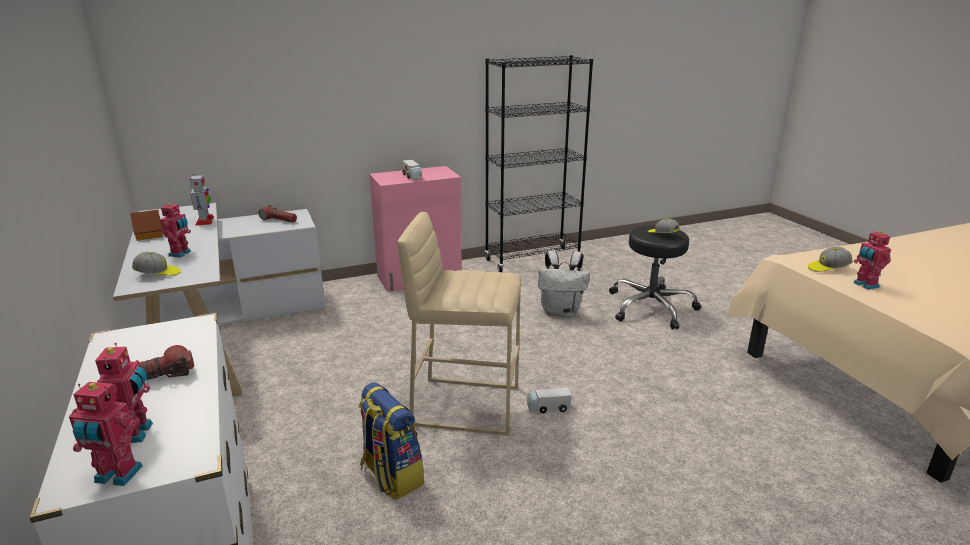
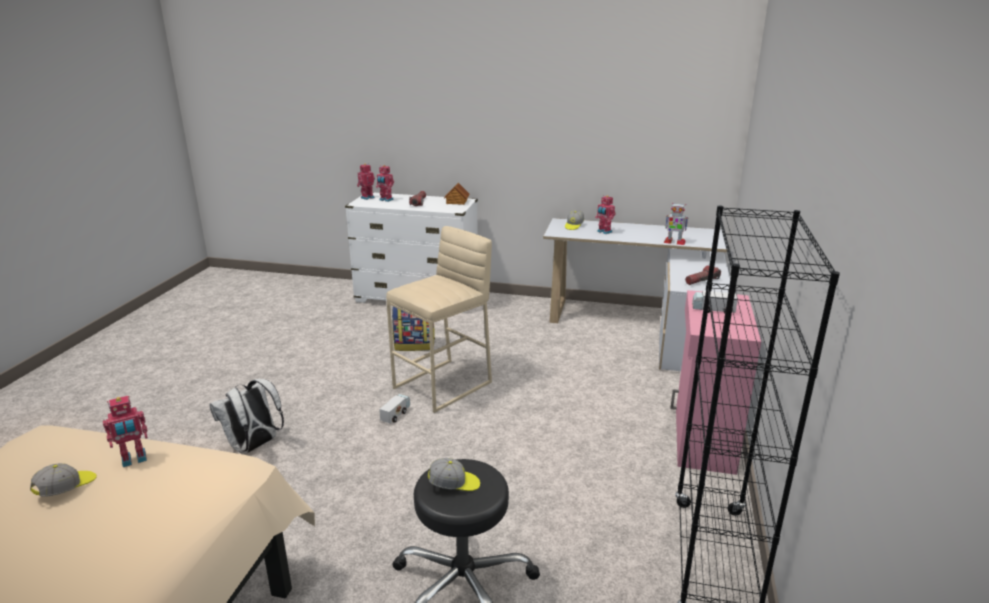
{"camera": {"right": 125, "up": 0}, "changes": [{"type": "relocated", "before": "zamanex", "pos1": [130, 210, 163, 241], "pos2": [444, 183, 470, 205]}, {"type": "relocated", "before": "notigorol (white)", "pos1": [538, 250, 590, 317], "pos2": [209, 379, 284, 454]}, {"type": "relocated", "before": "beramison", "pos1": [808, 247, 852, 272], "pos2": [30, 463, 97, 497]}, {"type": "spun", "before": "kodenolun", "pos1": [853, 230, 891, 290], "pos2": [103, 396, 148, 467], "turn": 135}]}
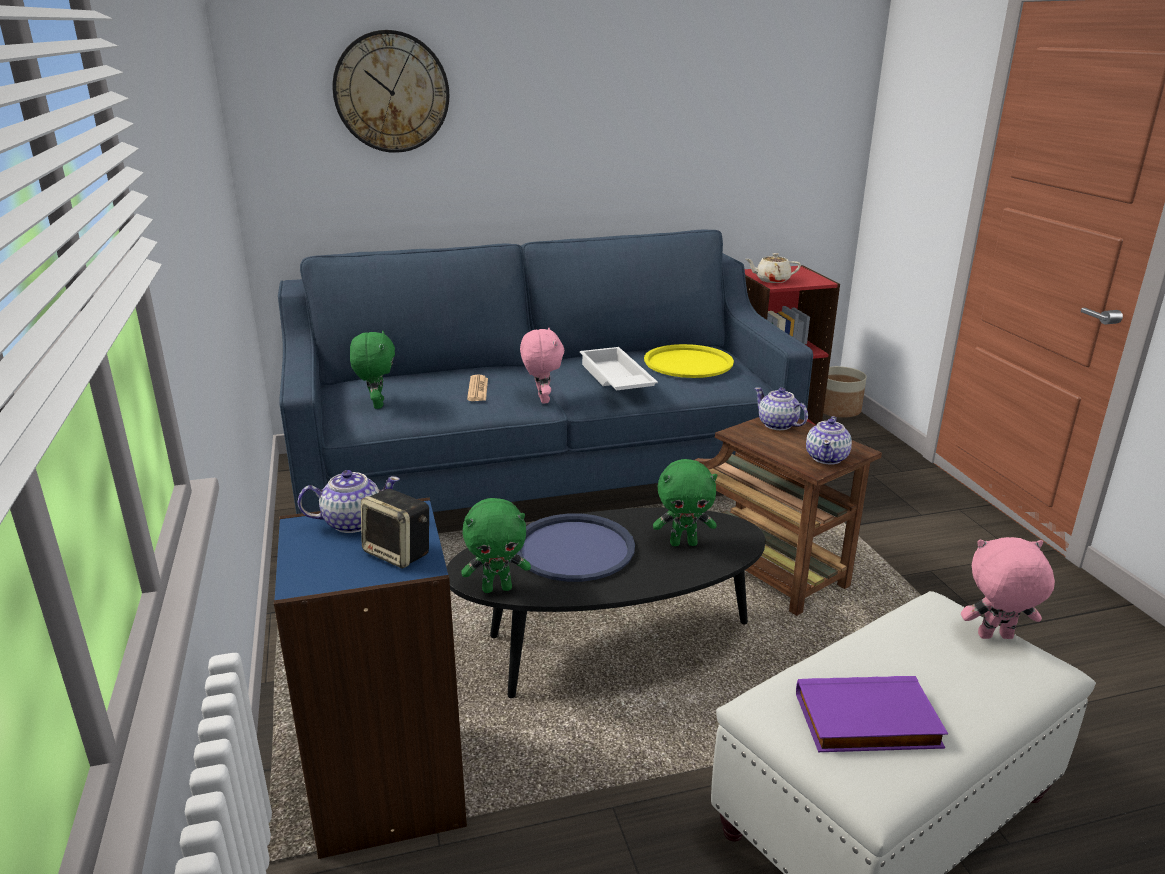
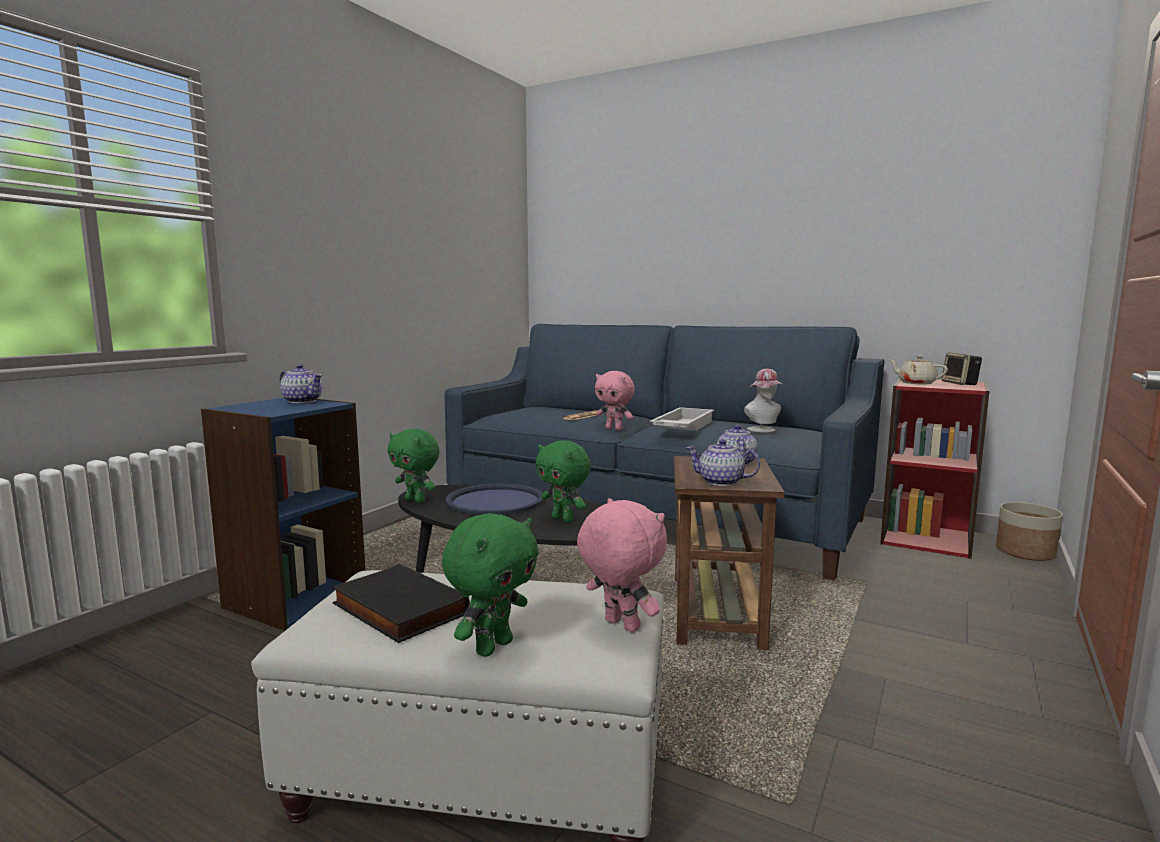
{"camera": {"right": 45, "up": -15}, "changes": [{"type": "missing", "before": "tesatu", "pos1": [333, 30, 449, 153]}, {"type": "relocated", "before": "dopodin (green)", "pos1": [350, 330, 395, 409], "pos2": [442, 513, 538, 657]}, {"type": "relocated", "before": "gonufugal", "pos1": [361, 489, 429, 568], "pos2": [941, 353, 982, 385]}, {"type": "spun", "before": "dopodin (pink)", "pos1": [520, 328, 564, 404], "pos2": [595, 371, 635, 430], "turn": 90}, {"type": "exchanged", "before": "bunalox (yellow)", "after": "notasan", "pos1": [644, 344, 734, 378], "pos2": [744, 369, 783, 433]}, {"type": "colour", "before": "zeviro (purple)", "after": "zeviro (black)", "pos1": [796, 676, 948, 752], "pos2": [332, 564, 470, 643]}, {"type": "spun", "before": "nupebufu", "pos1": [806, 416, 852, 464], "pos2": [686, 439, 760, 486], "turn": 45}]}
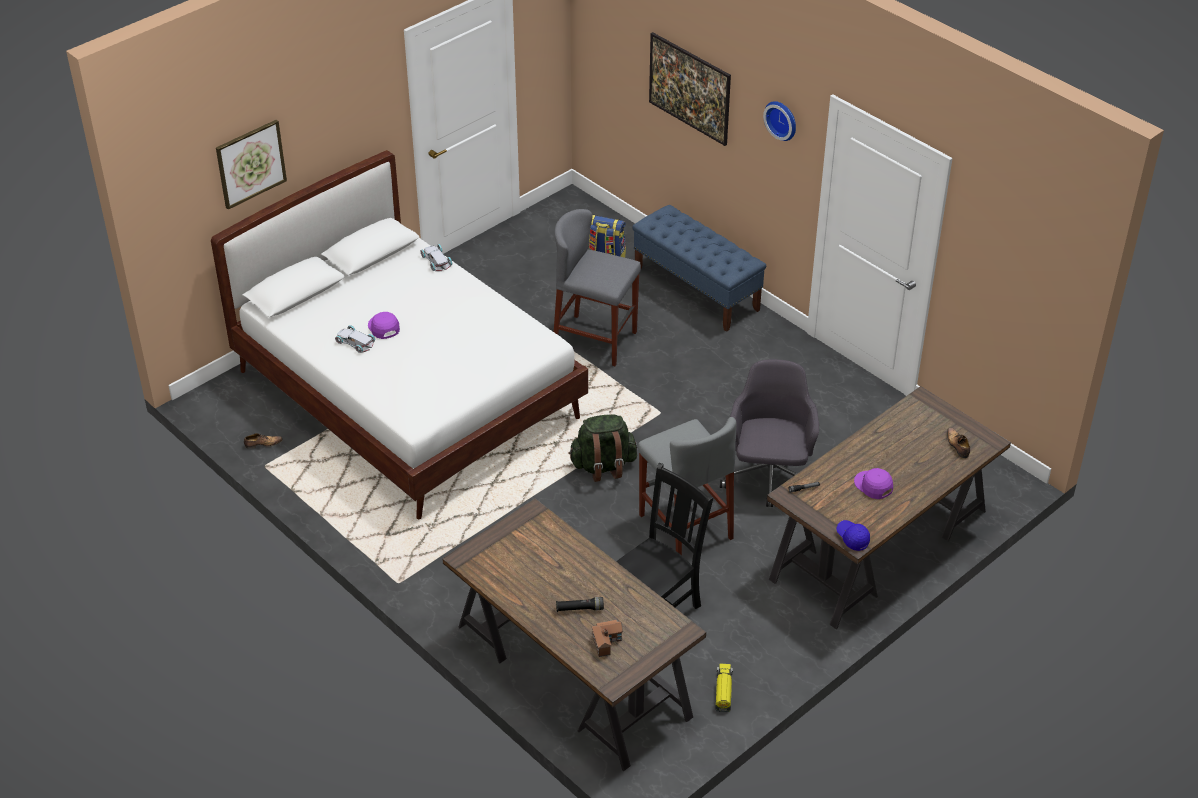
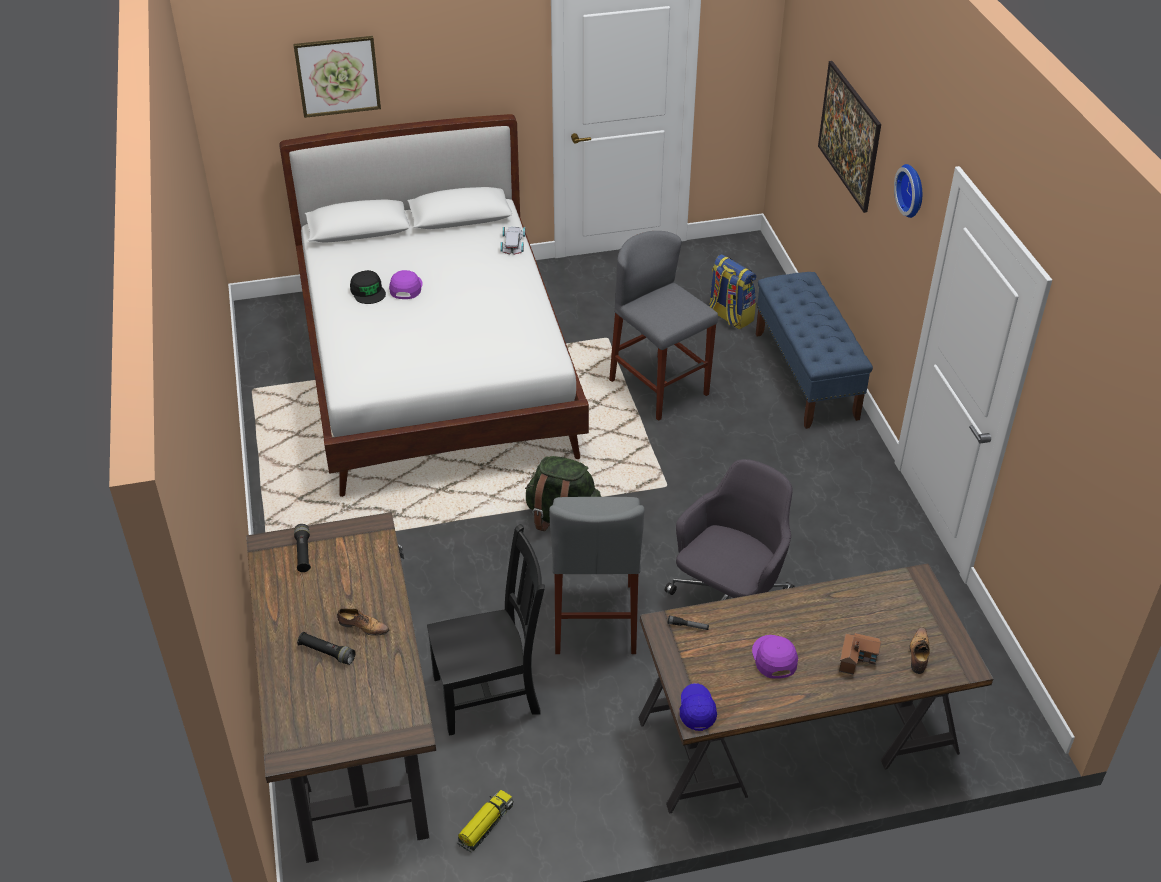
{"camera": {"right": 30, "up": 0}, "changes": [{"type": "relocated", "before": "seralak", "pos1": [244, 433, 283, 448], "pos2": [337, 608, 390, 636]}, {"type": "exchanged", "before": "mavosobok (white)", "after": "beramison (black)", "pos1": [335, 325, 375, 353], "pos2": [350, 270, 386, 304]}, {"type": "relocated", "before": "zamanex", "pos1": [592, 620, 623, 657], "pos2": [839, 633, 881, 675]}, {"type": "appeared", "after": "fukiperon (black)", "pos2": [294, 524, 311, 572]}]}
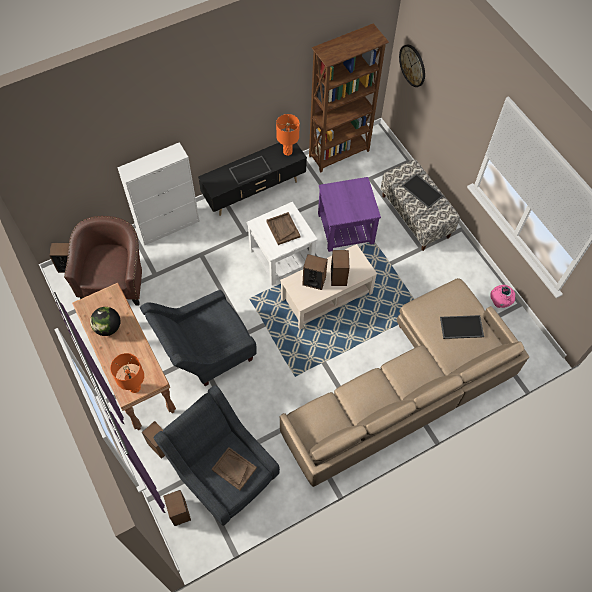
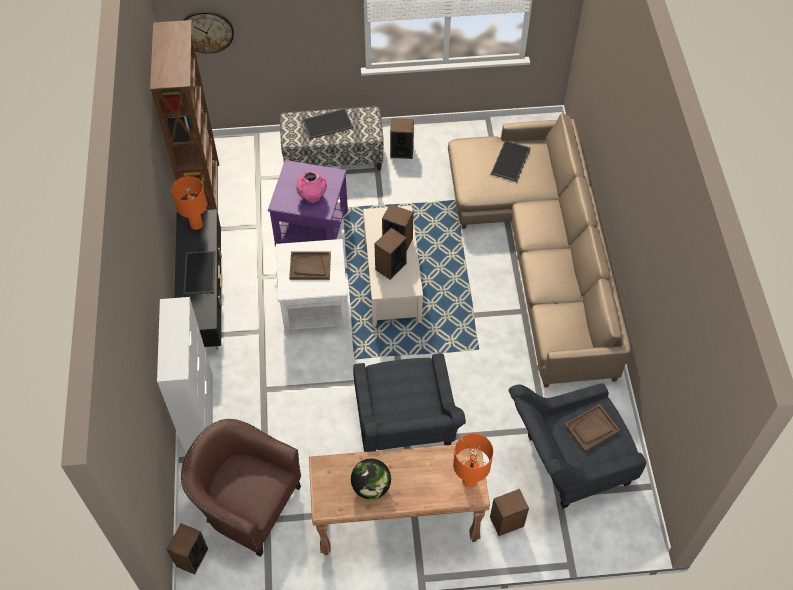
{"camera": {"right": -65, "up": -5}, "changes": [{"type": "relocated", "before": "gonufugal", "pos1": [163, 490, 191, 526], "pos2": [390, 118, 414, 159]}, {"type": "relocated", "before": "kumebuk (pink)", "pos1": [490, 285, 515, 308], "pos2": [296, 171, 327, 203]}]}
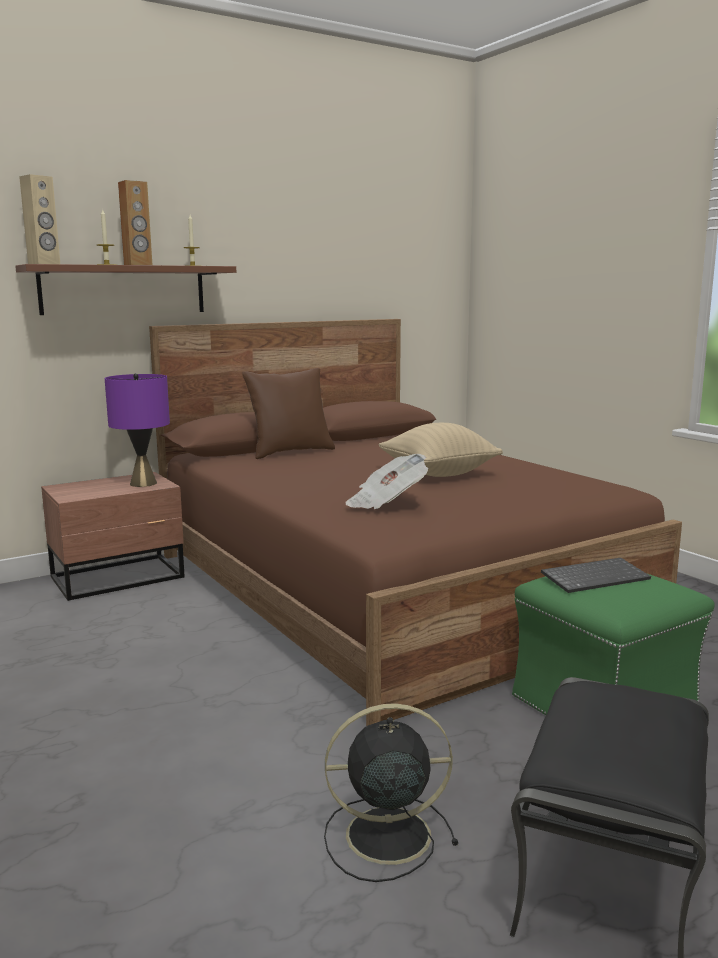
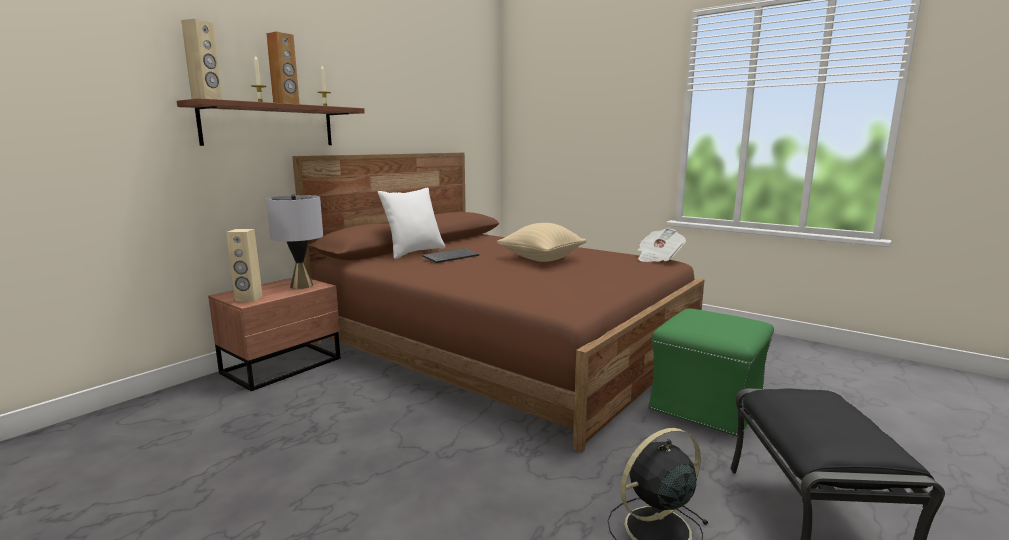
{"camera": {"right": -20, "up": 0}, "changes": [{"type": "colour", "before": "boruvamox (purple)", "after": "boruvamox (grey)", "pos1": [105, 373, 170, 487], "pos2": [266, 194, 323, 289]}, {"type": "colour", "before": "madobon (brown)", "after": "madobon (white)", "pos1": [242, 368, 335, 459], "pos2": [378, 188, 445, 259]}, {"type": "relocated", "before": "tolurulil", "pos1": [345, 454, 428, 509], "pos2": [638, 228, 686, 262]}, {"type": "relocated", "before": "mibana", "pos1": [541, 558, 651, 593], "pos2": [422, 248, 479, 263]}, {"type": "appeared", "after": "gonufugal (beige)", "pos2": [227, 229, 263, 302]}]}
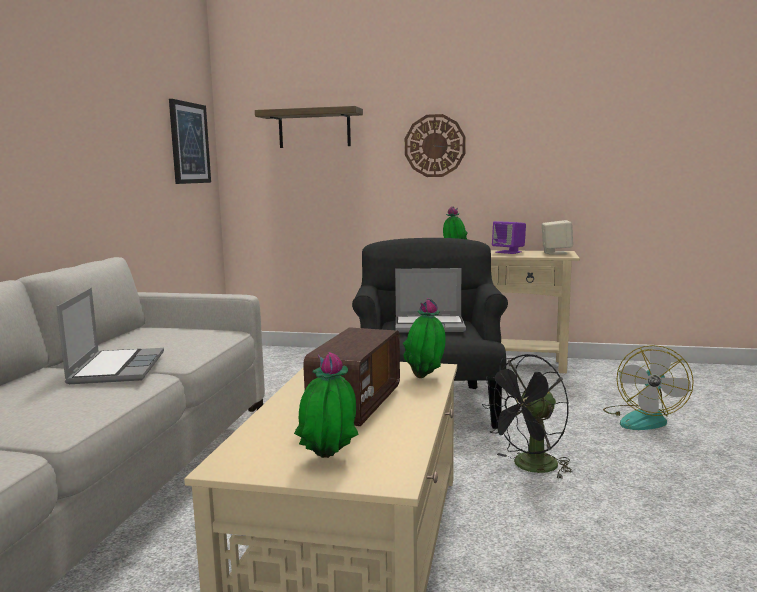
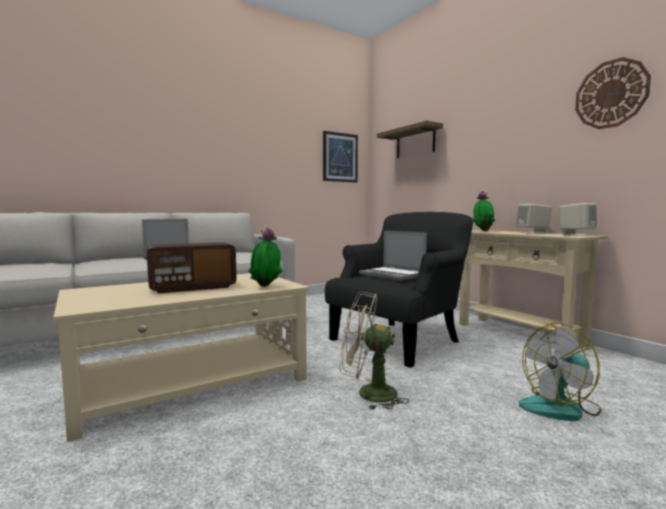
{"camera": {"right": 45, "up": -5}, "changes": [{"type": "missing", "before": "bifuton", "pos1": [294, 352, 359, 458]}, {"type": "relocated", "before": "tesatu", "pos1": [405, 114, 466, 177], "pos2": [575, 57, 651, 129]}, {"type": "colour", "before": "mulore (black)", "after": "mulore (beige)", "pos1": [482, 354, 573, 479], "pos2": [340, 292, 409, 410]}, {"type": "colour", "before": "gonufugal (purple)", "after": "gonufugal (beige)", "pos1": [492, 221, 526, 254], "pos2": [516, 204, 552, 234]}]}
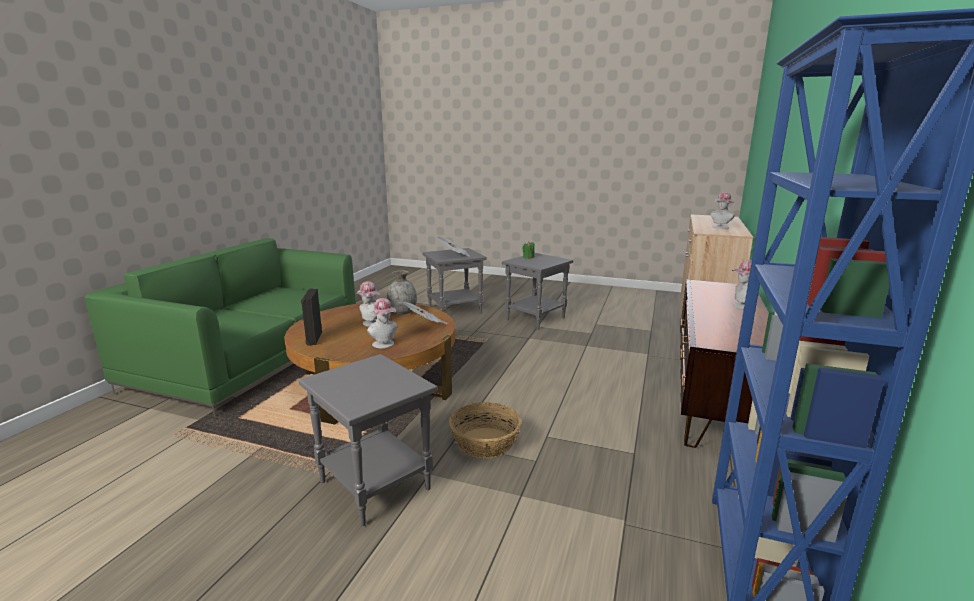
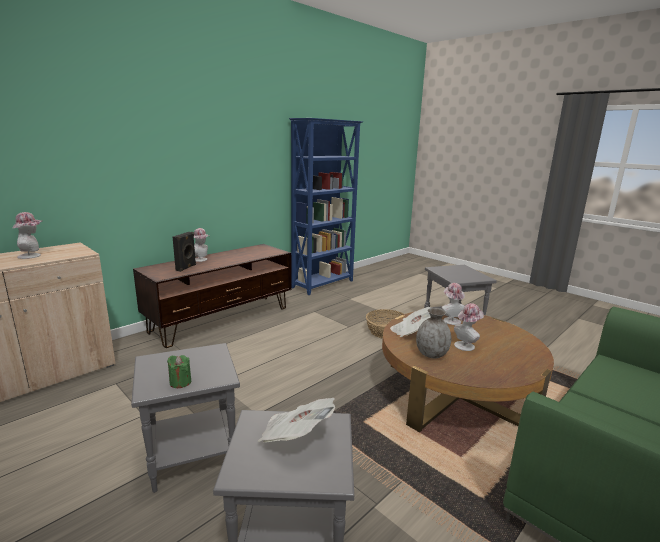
{"camera": {"right": -155, "up": 0}, "changes": [{"type": "relocated", "before": "gonufugal (black)", "pos1": [301, 288, 322, 346], "pos2": [173, 232, 196, 272]}]}
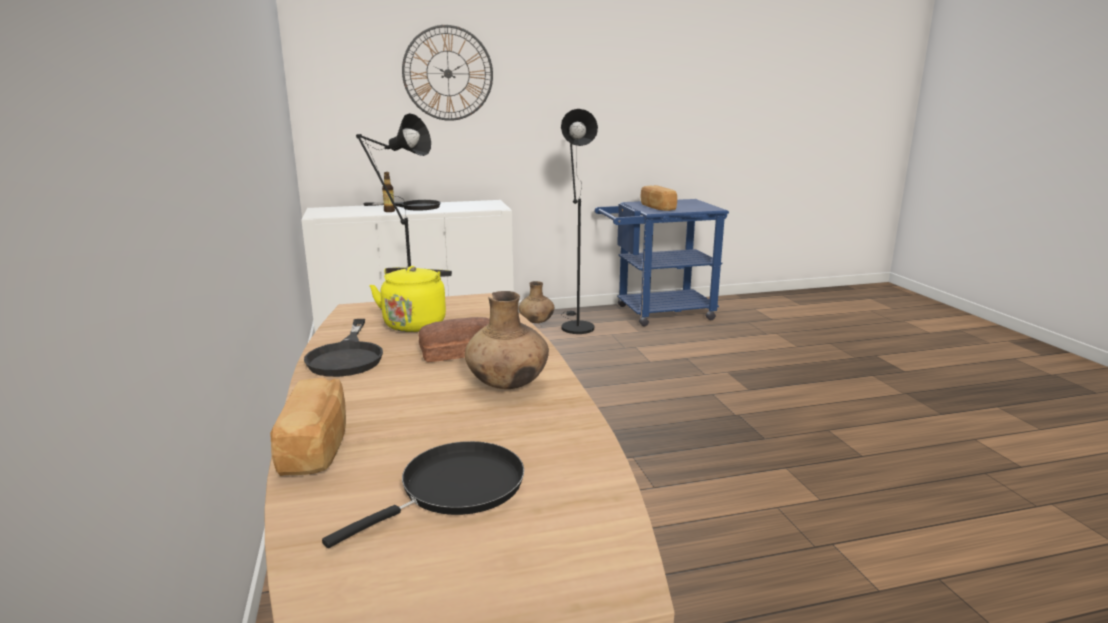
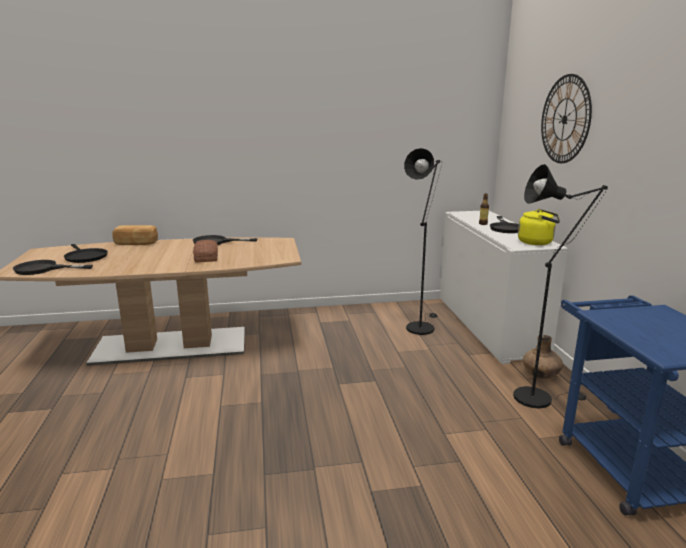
{"camera": {"right": 95, "up": 0}, "changes": [{"type": "relocated", "before": "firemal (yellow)", "pos1": [370, 266, 452, 332], "pos2": [518, 209, 560, 245]}, {"type": "missing", "before": "kumebuk (brown)", "pos1": [465, 291, 549, 389]}, {"type": "missing", "before": "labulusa", "pos1": [640, 185, 677, 211]}, {"type": "appeared", "after": "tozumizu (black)", "pos2": [13, 260, 93, 275]}]}
